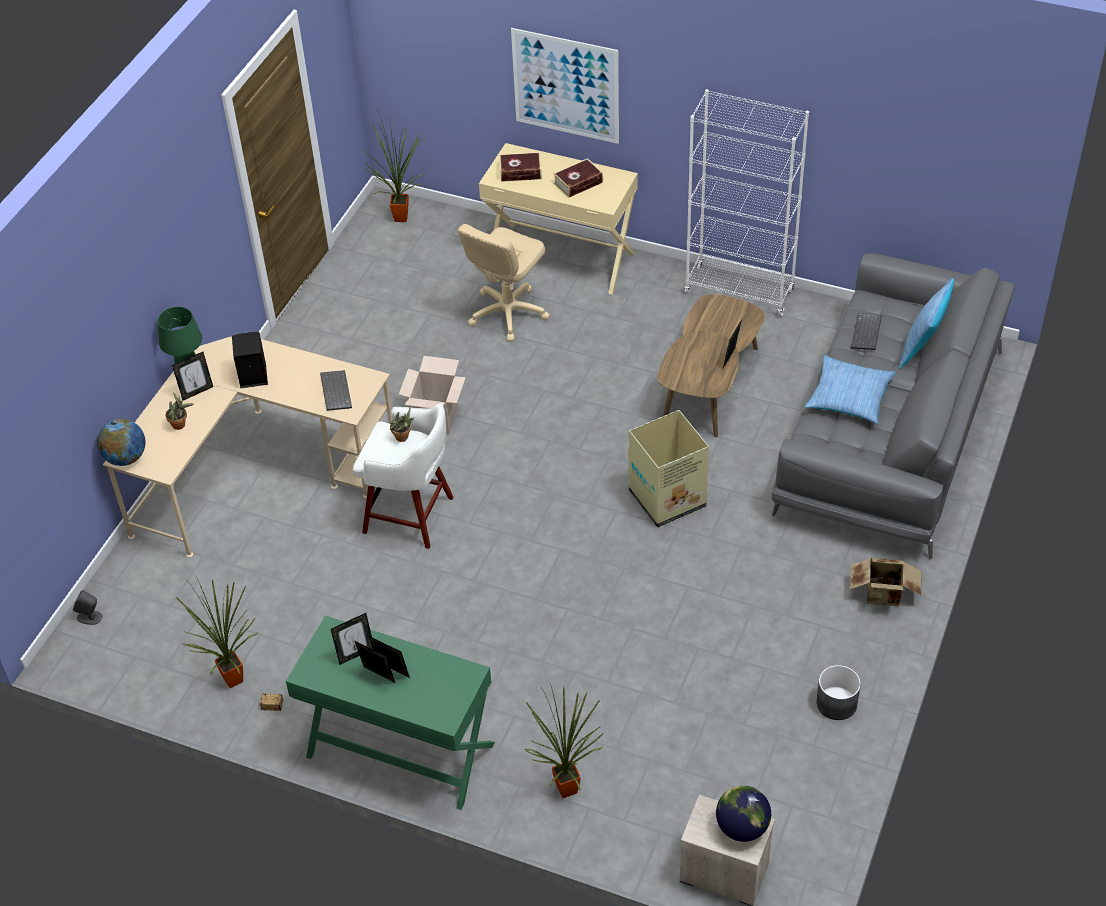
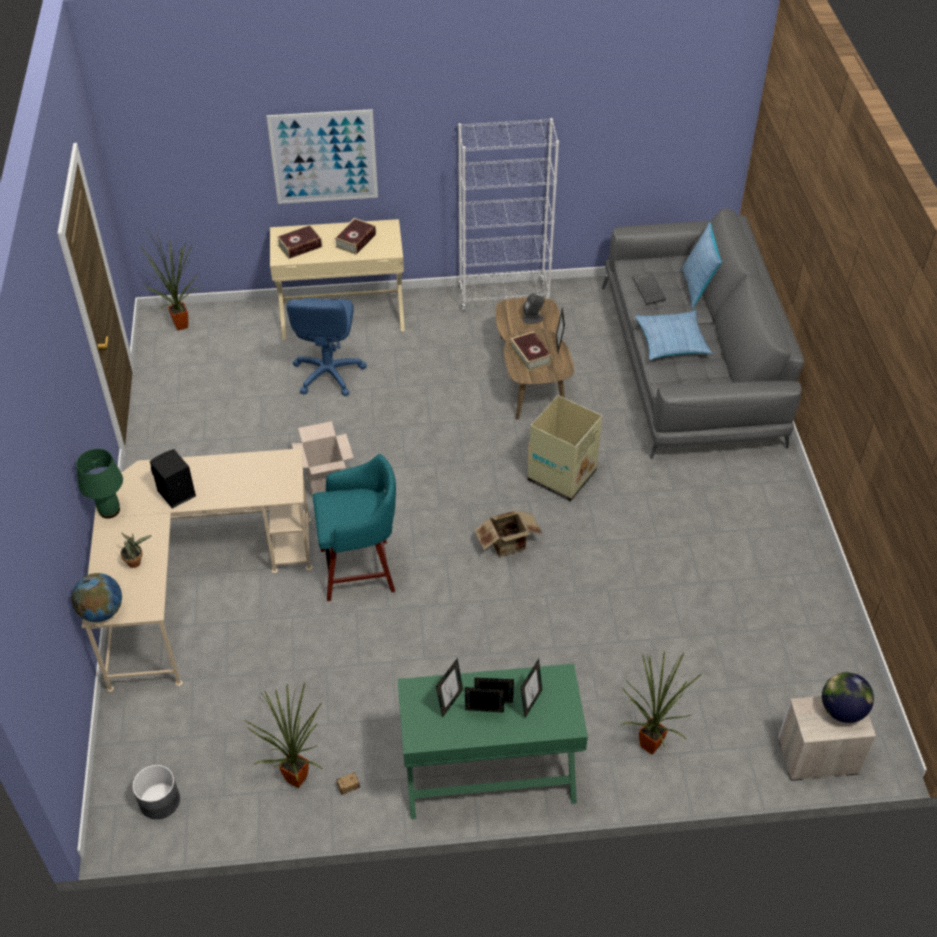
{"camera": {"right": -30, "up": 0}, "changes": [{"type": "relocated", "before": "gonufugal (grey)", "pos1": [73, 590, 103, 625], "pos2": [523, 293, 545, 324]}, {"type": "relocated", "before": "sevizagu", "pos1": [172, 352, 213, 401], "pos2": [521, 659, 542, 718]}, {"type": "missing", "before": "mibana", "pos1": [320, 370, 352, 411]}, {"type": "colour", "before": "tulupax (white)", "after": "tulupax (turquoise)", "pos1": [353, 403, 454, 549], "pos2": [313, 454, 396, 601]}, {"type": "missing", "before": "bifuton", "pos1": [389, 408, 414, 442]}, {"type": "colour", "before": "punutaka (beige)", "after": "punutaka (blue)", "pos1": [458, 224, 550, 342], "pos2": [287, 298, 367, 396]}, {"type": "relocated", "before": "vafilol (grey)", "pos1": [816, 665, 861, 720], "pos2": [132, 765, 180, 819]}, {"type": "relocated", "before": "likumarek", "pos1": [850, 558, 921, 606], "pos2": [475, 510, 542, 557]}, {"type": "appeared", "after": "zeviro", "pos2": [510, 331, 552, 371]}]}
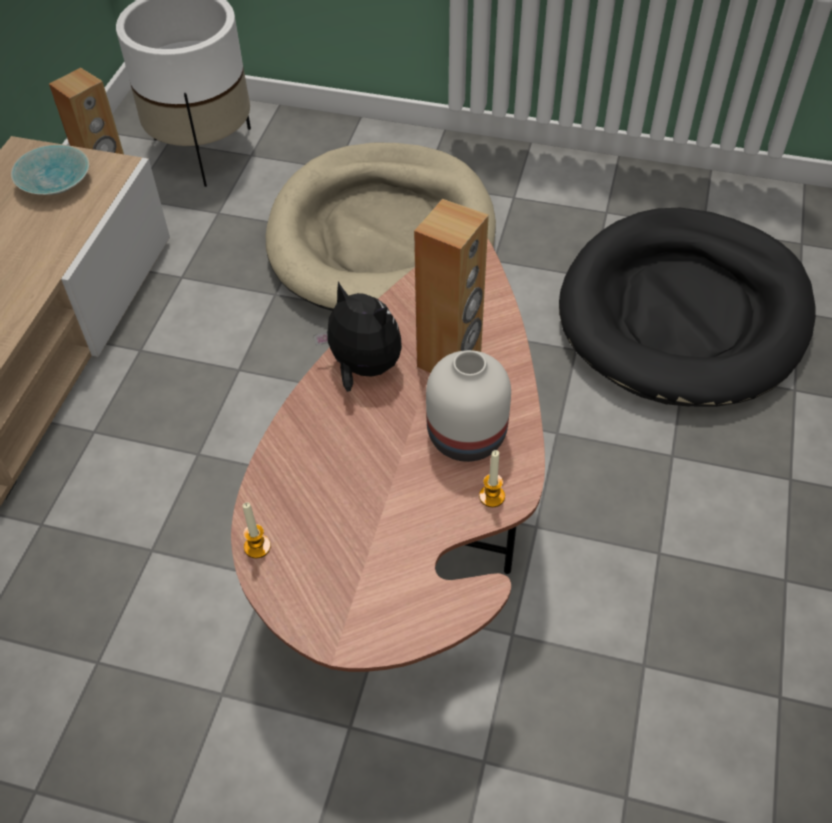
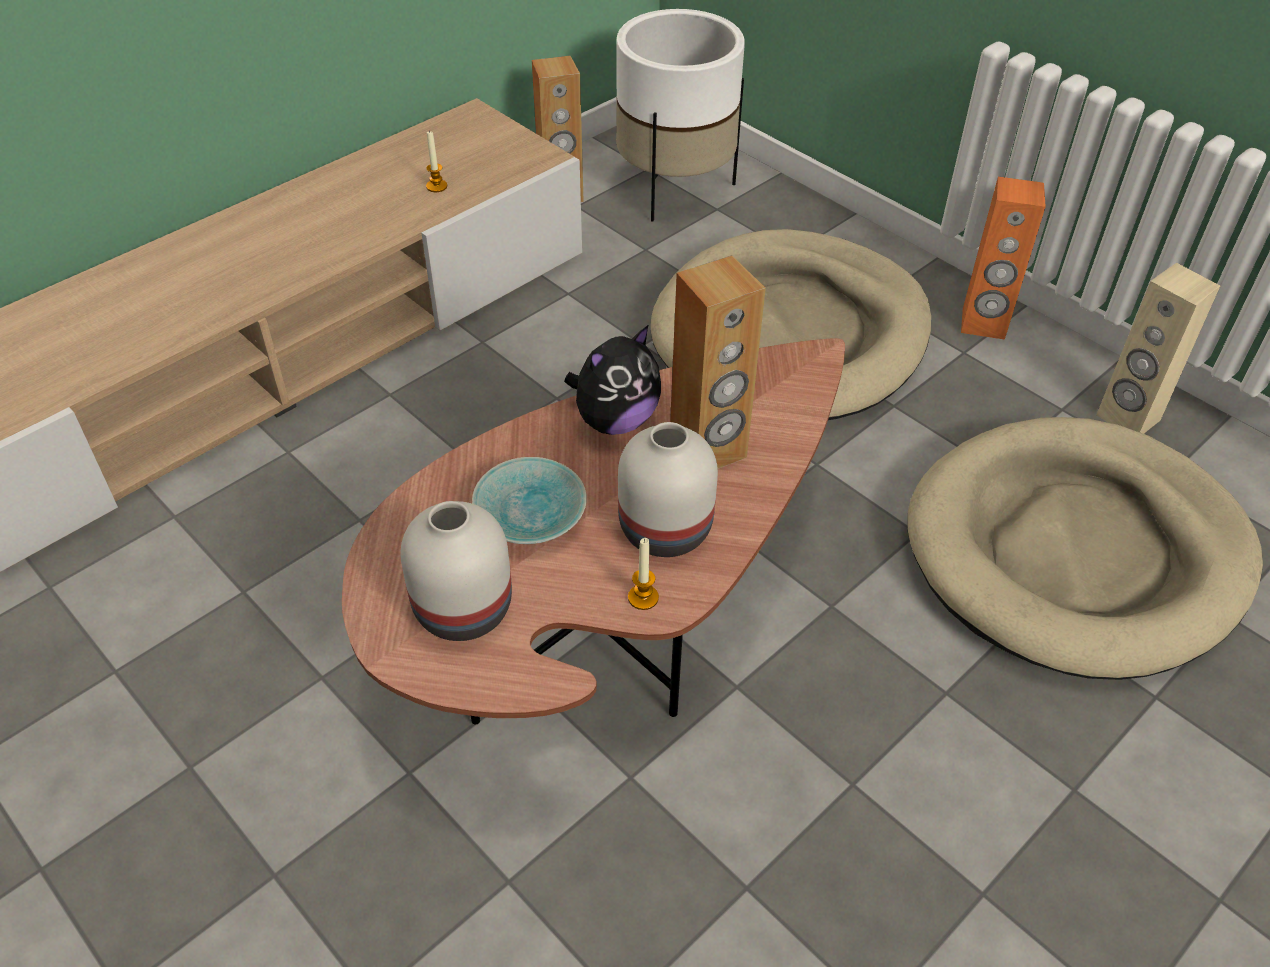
{"camera": {"right": 30, "up": -5}, "changes": [{"type": "relocated", "before": "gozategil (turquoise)", "pos1": [11, 145, 89, 195], "pos2": [472, 457, 587, 544]}, {"type": "relocated", "before": "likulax", "pos1": [243, 502, 271, 558], "pos2": [426, 130, 447, 192]}, {"type": "spun", "before": "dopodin", "pos1": [313, 282, 402, 392], "pos2": [564, 325, 661, 435], "turn": 75}, {"type": "colour", "before": "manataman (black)", "after": "manataman (beige)", "pos1": [559, 208, 816, 407], "pos2": [907, 417, 1263, 680]}, {"type": "appeared", "after": "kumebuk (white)", "pos2": [400, 501, 512, 641]}, {"type": "appeared", "after": "gonufugal (orange)", "pos2": [961, 177, 1046, 340]}, {"type": "appeared", "after": "gonufugal (beige)", "pos2": [1096, 263, 1220, 434]}]}
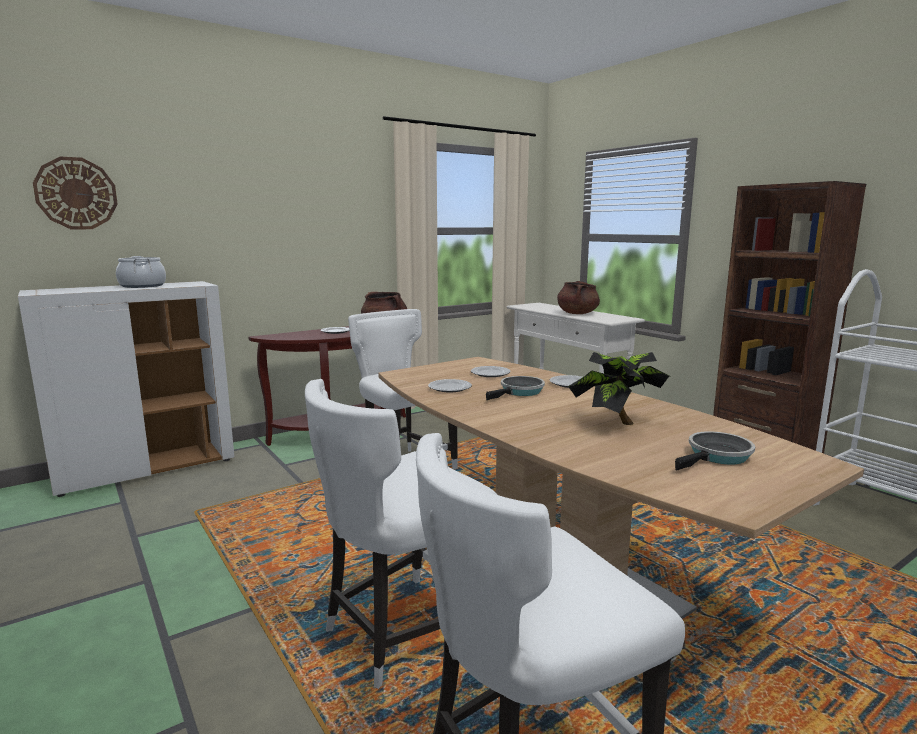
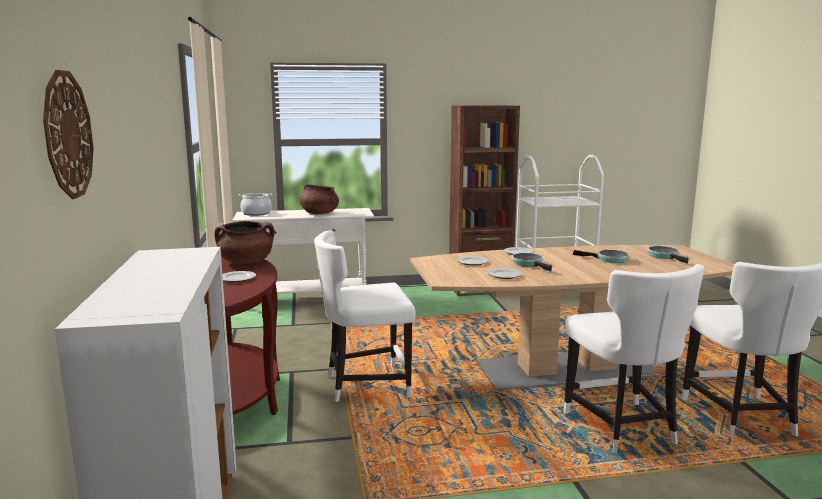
{"camera": {"right": -65, "up": 0}, "changes": [{"type": "relocated", "before": "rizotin", "pos1": [116, 256, 166, 288], "pos2": [238, 193, 272, 216]}, {"type": "exchanged", "before": "bifuton", "after": "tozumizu", "pos1": [568, 352, 669, 425], "pos2": [573, 250, 630, 263]}]}
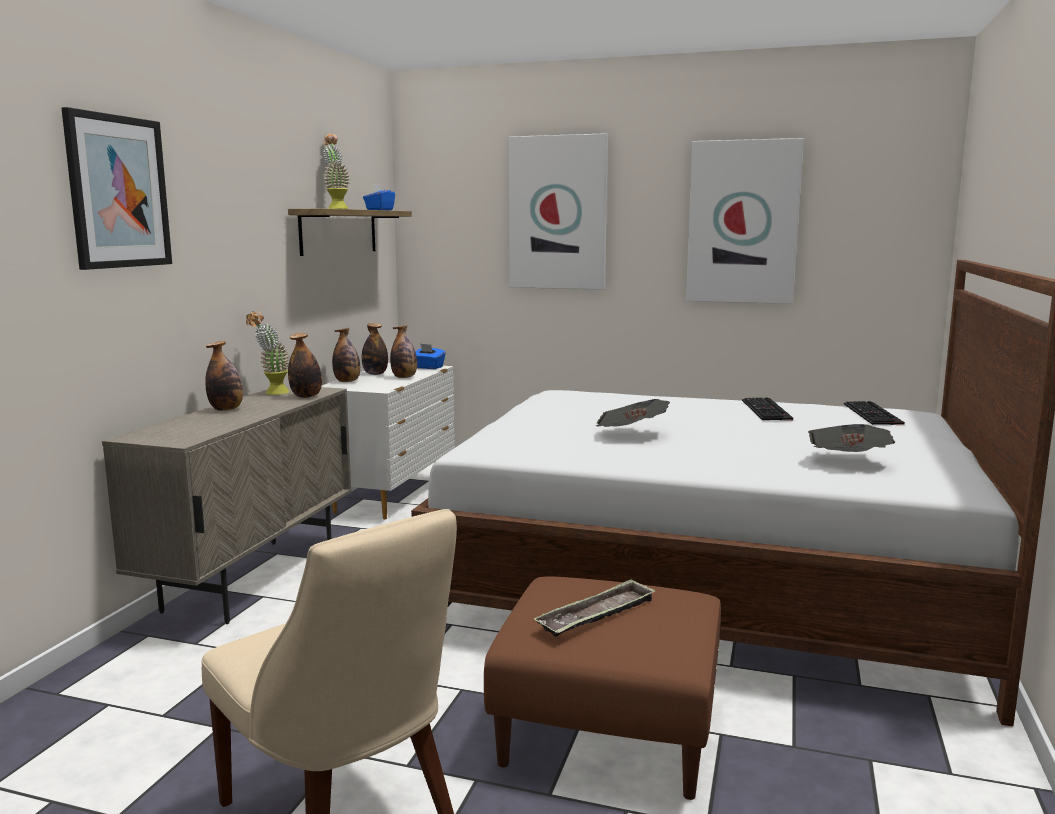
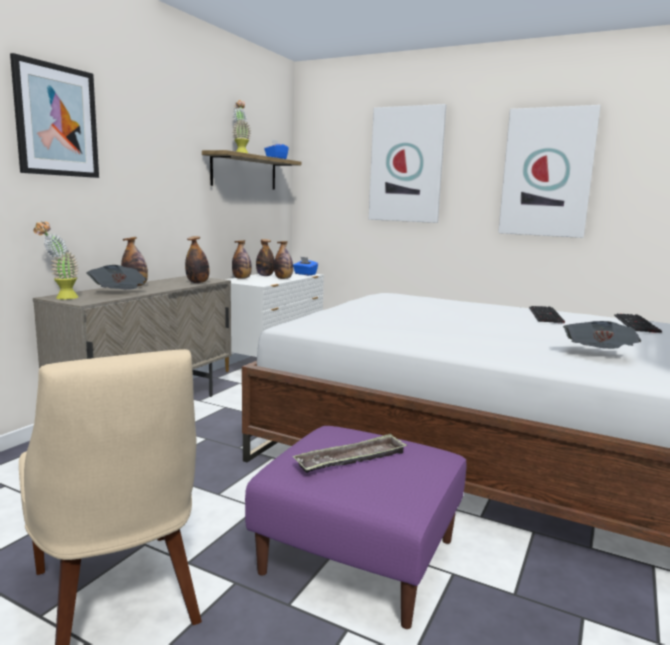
{"camera": {"right": 10, "up": 0}, "changes": [{"type": "relocated", "before": "bifuton", "pos1": [246, 311, 290, 395], "pos2": [34, 222, 79, 299]}, {"type": "colour", "before": "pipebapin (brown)", "after": "pipebapin (purple)", "pos1": [484, 576, 721, 800], "pos2": [245, 426, 466, 629]}, {"type": "relocated", "before": "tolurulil", "pos1": [596, 399, 670, 427], "pos2": [86, 265, 146, 290]}]}
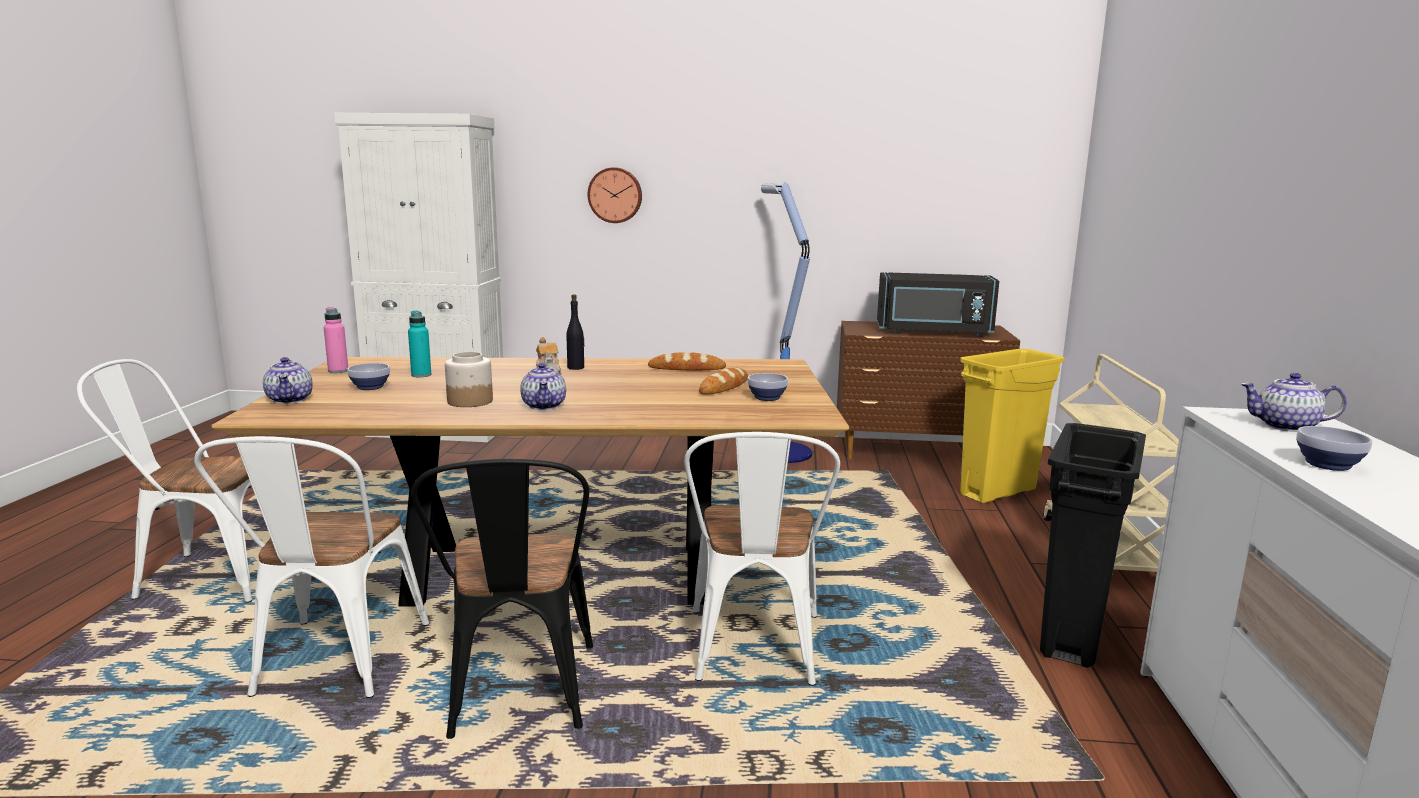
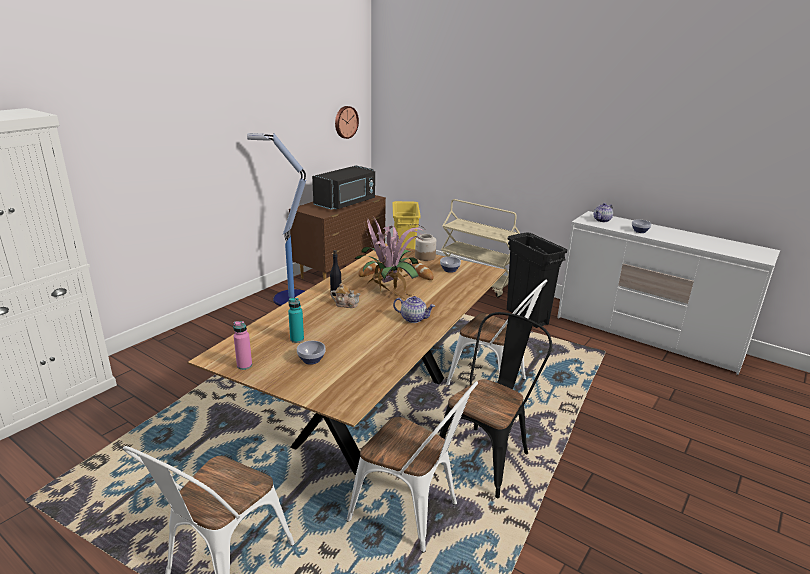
{"camera": {"right": -60, "up": 10}, "changes": [{"type": "missing", "before": "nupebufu", "pos1": [263, 357, 313, 404]}, {"type": "spun", "before": "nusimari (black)", "pos1": [411, 459, 593, 739], "pos2": [439, 312, 552, 498], "turn": -75}, {"type": "relocated", "before": "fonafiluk", "pos1": [445, 352, 493, 407], "pos2": [415, 234, 436, 261]}, {"type": "relocated", "before": "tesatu", "pos1": [588, 167, 642, 223], "pos2": [335, 106, 359, 139]}, {"type": "appeared", "after": "bifuton", "pos2": [355, 216, 427, 300]}]}
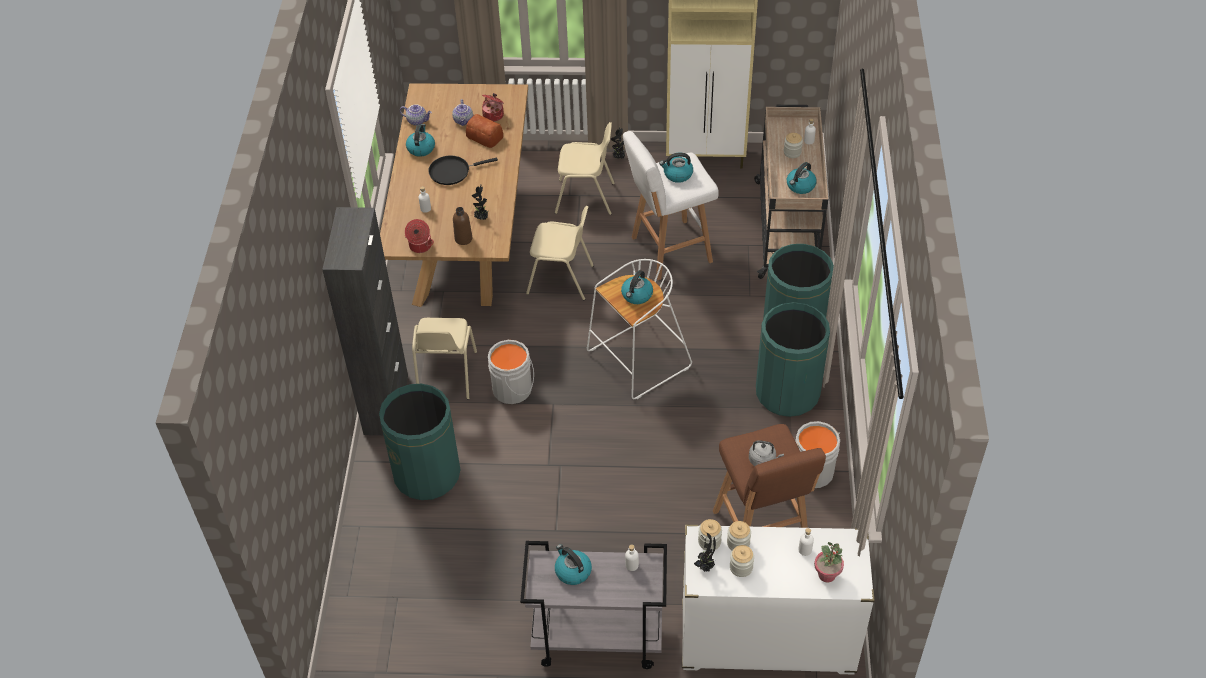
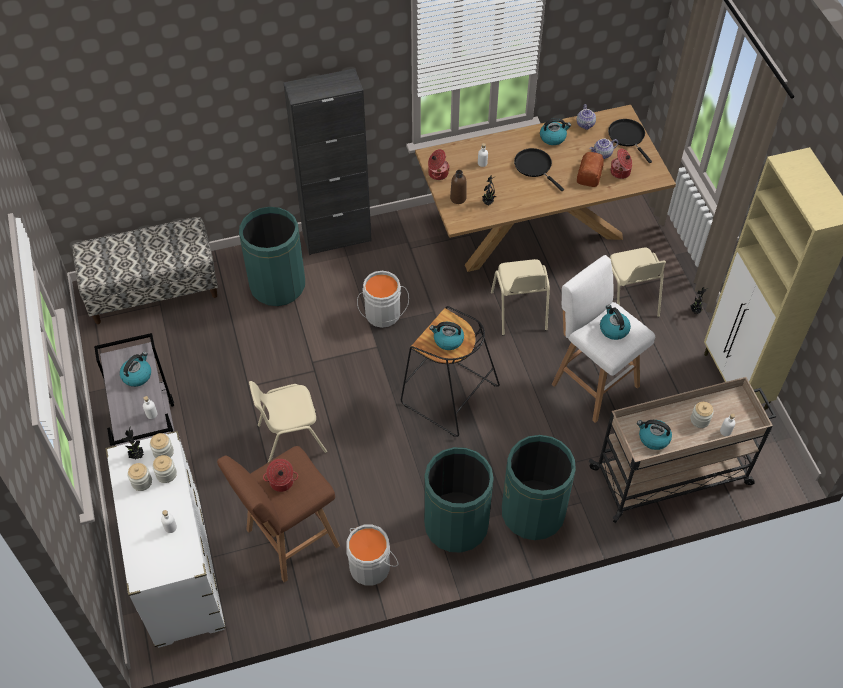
{"camera": {"right": 70, "up": 5}, "changes": [{"type": "relocated", "before": "nusimari (beige)", "pos1": [412, 318, 477, 400], "pos2": [249, 381, 327, 462]}, {"type": "colour", "before": "tulupax (white)", "after": "tulupax (black)", "pos1": [587, 259, 692, 399], "pos2": [401, 306, 500, 437]}, {"type": "exchanged", "before": "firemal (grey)", "after": "rizotin", "pos1": [749, 440, 784, 466], "pos2": [263, 459, 298, 492]}, {"type": "missing", "before": "bifuton", "pos1": [814, 542, 844, 582]}, {"type": "appeared", "after": "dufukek", "pos2": [73, 217, 218, 324]}, {"type": "appeared", "after": "tozumizu (black)", "pos2": [608, 119, 652, 163]}]}
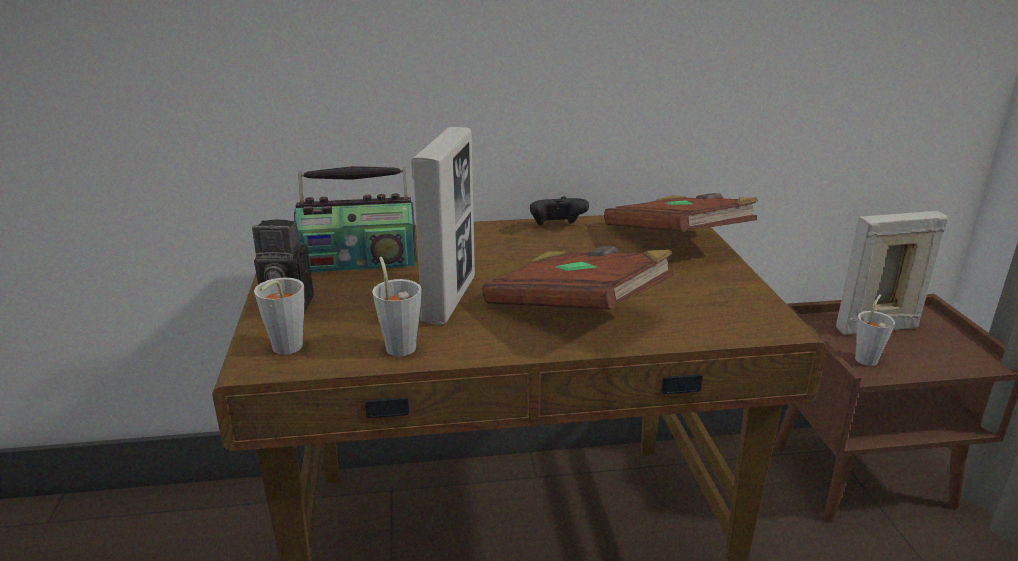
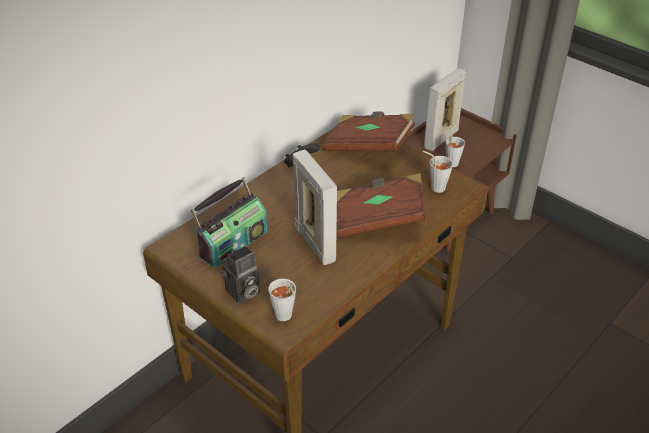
{"camera": {"right": -40, "up": 15}, "changes": [{"type": "relocated", "before": "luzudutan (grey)", "pos1": [372, 257, 421, 356], "pos2": [423, 151, 453, 193]}]}
